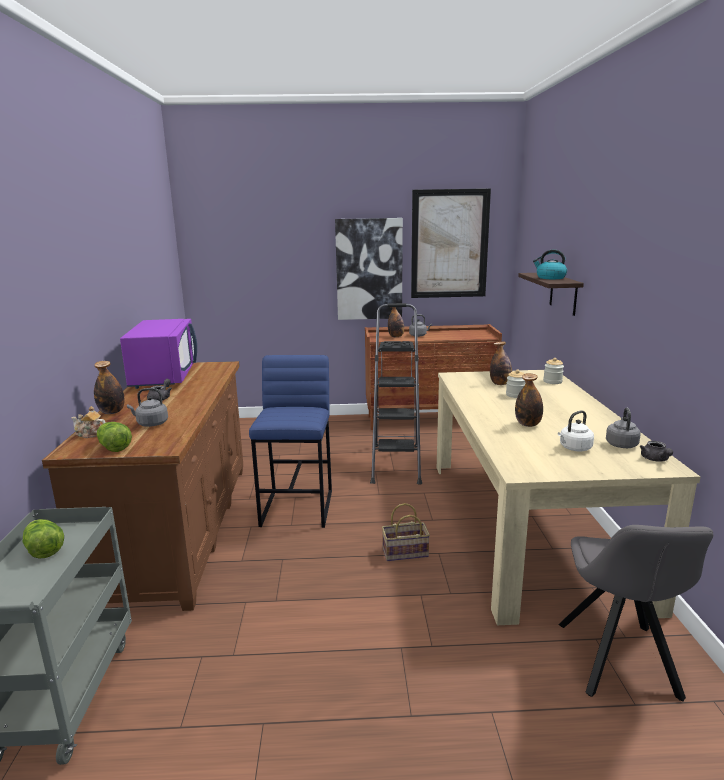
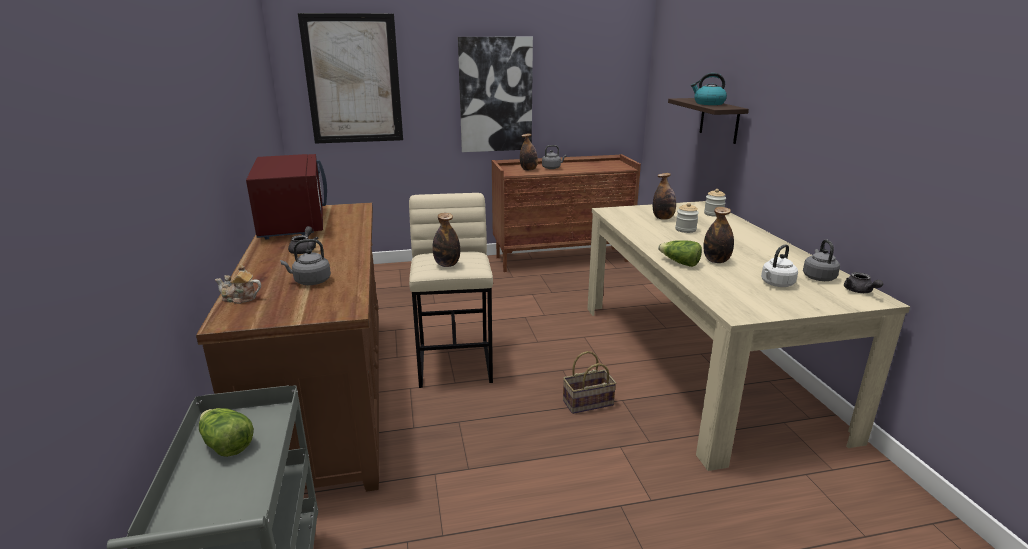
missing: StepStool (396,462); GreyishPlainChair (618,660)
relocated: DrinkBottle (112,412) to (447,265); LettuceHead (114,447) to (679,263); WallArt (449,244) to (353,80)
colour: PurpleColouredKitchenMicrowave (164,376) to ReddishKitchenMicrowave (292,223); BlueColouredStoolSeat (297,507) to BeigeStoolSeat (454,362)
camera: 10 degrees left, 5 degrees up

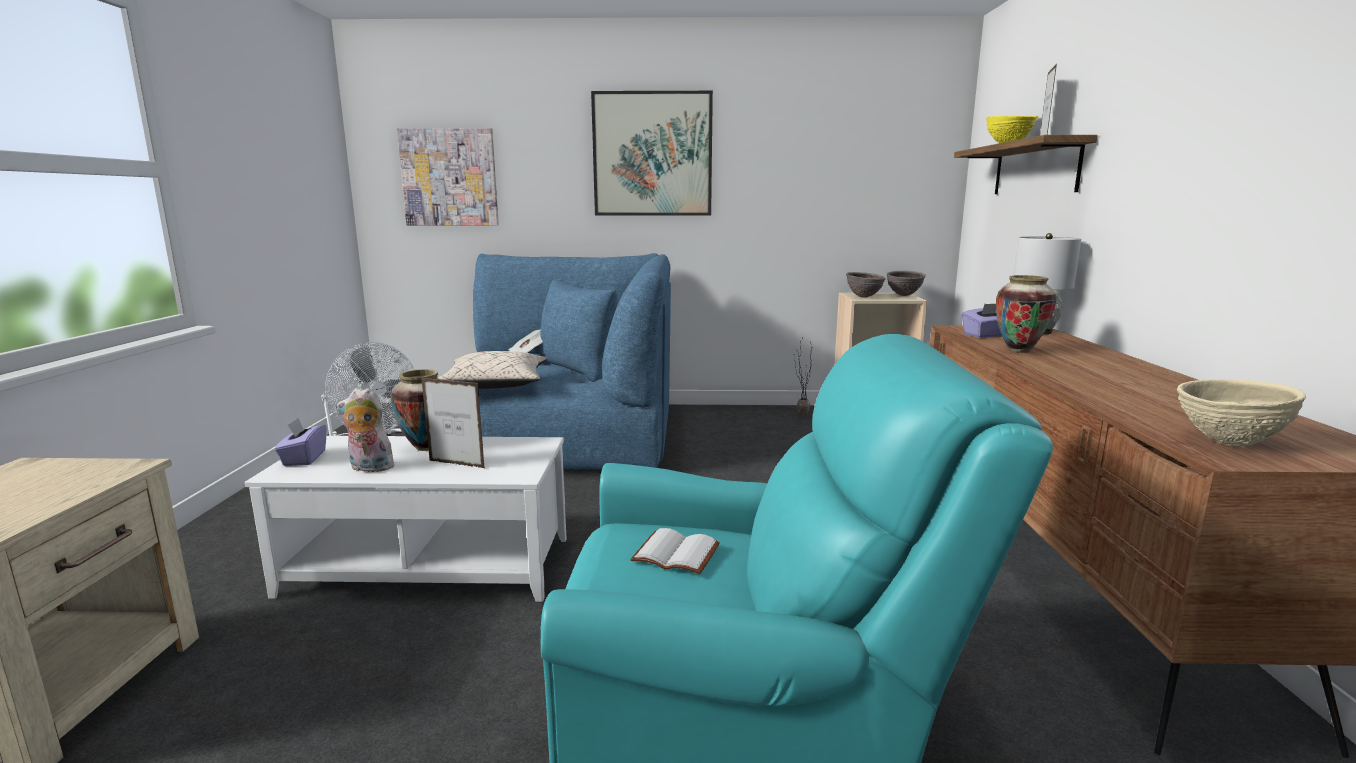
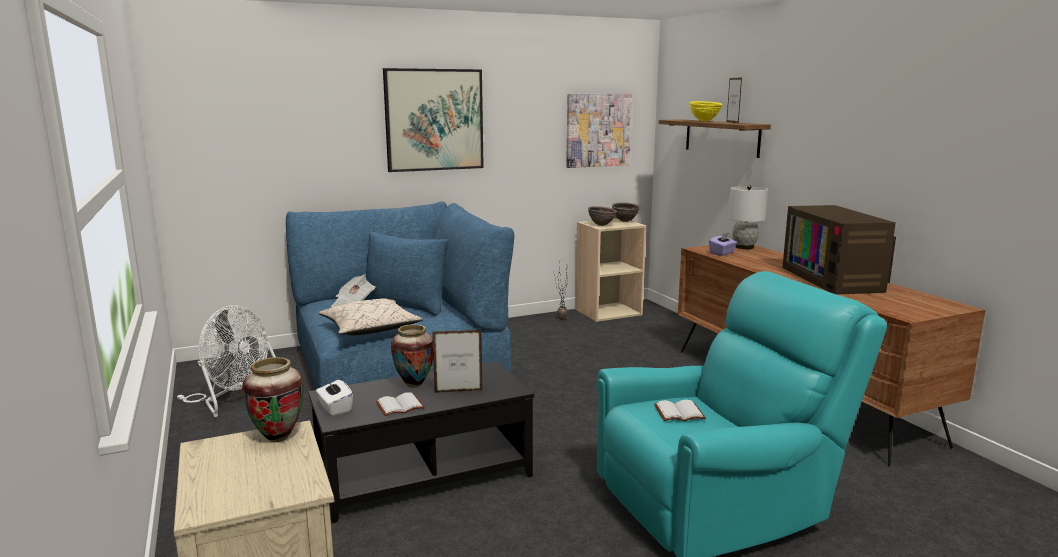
missing: BeigeServingBowl (1228,443)
appeared: TvSet (834,279)
relocated: WallArt (449,177) to (598,130); Vase (1019,350) to (278,437)
exchanged: CuddlyToy (369,468) to WhiteBoundBook (400,405)
colour: WhiteLowTable (430,565) to BlackLowTable (424,474); PurpleColouredTissueHolder (304,458) to WhiteTissueHolder (335,409)
camera: 25 degrees left, 0 degrees up

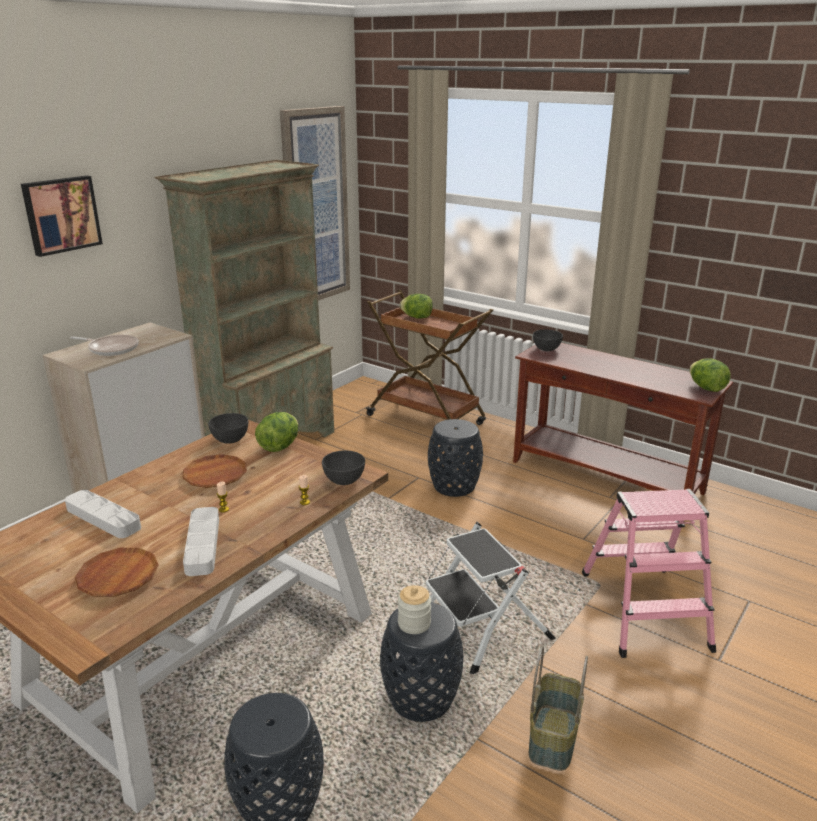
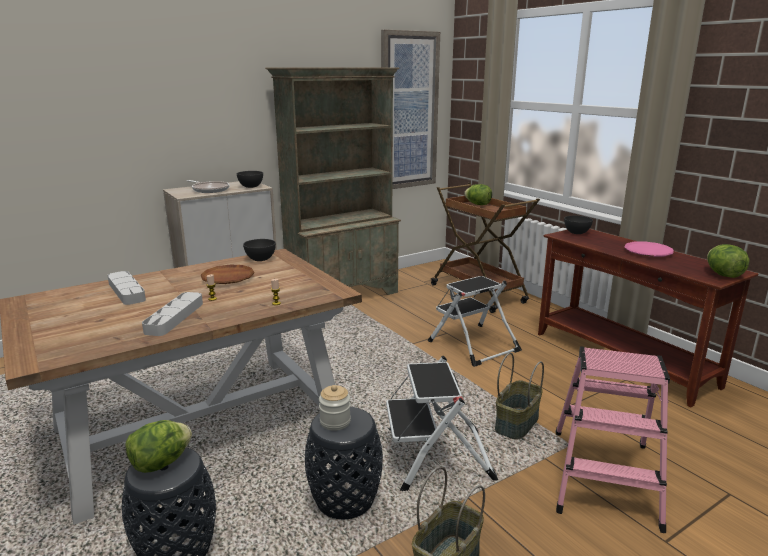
missing: WallArt (61,214); BrownColouredDinnerPlate (118,577)
appeared: Basket (516,423); PinkColouredDinnerPlate (648,252)
relocated: LettuceHead (279,446) to (161,463); GreyishServingBowl (344,480) to (251,186)
exchanged: BlackStoolSeat (454,486) to StepStool (473,344)
camera: 20 degrees right, 5 degrees down

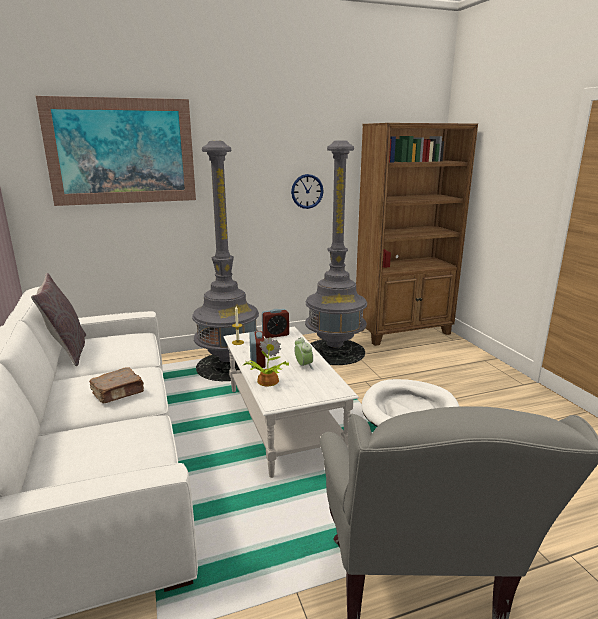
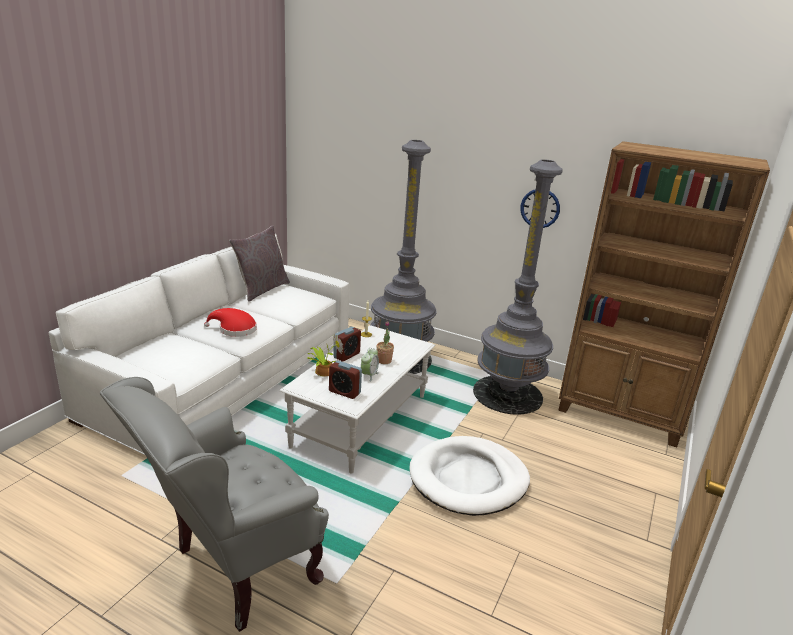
missing: WallArt (122,152)
appeared: PlantInAPot (384,361)
relocated: BedsideClock (275,335) to (344,392)
exchanged: BrownColouredBoundBook (118,393) to ReddishHat (234,329)
camera: 45 degrees right, 5 degrees up

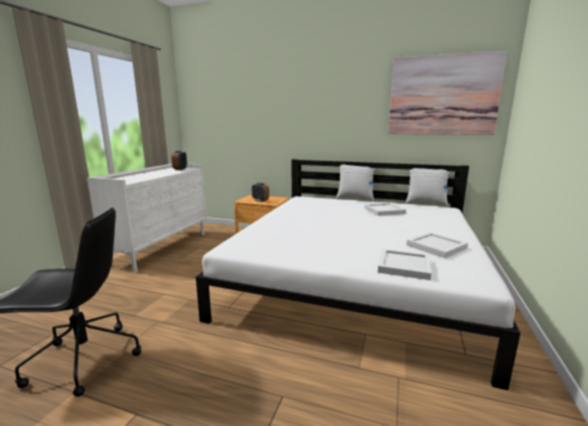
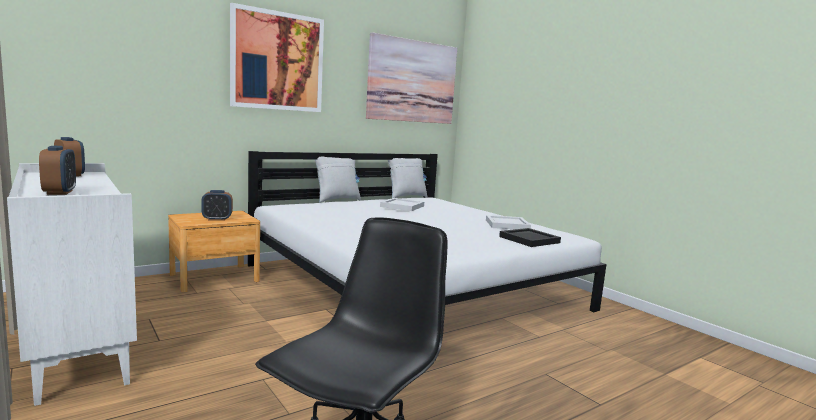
appeared: BedsideClock (60,192); WallArt (277,61)
colour: WhiteTray (405,266) to BlackTray (529,239)
camera: 55 degrees left, 5 degrees down

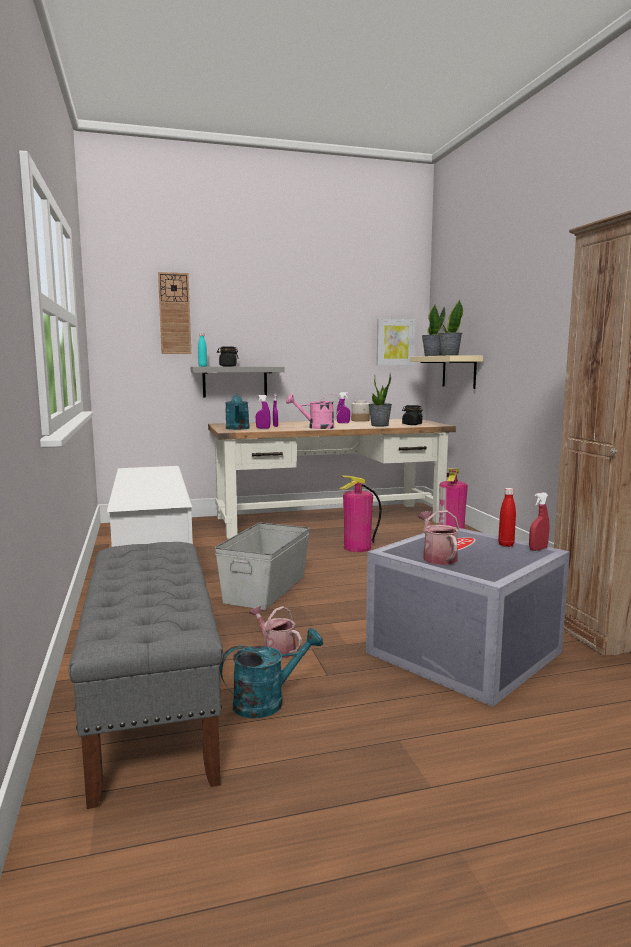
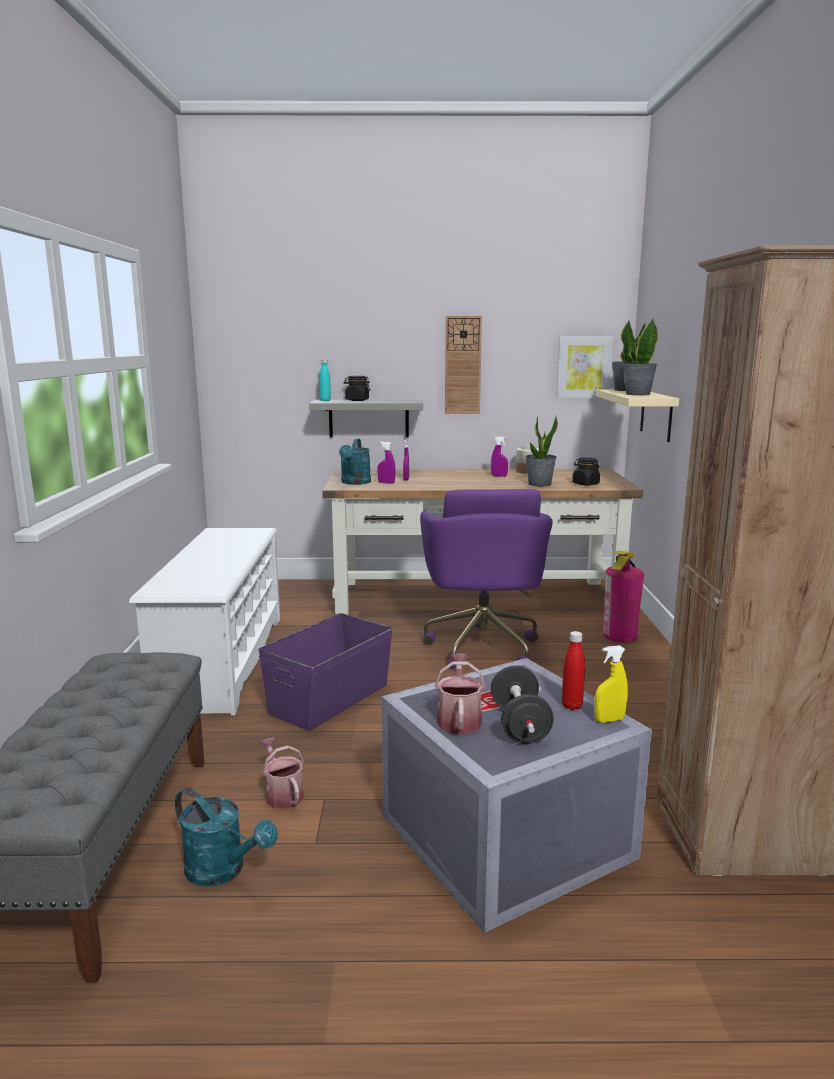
missing: PinkColouredWateringPot (316,427)
appeared: BlackDumbbell (519,725)
relocated: HangingClock (174,313) to (462,365)
exchanged: FireExtinguisher (357,548) to PurpleColouredComputerChair (481,646)
colour: GreyishStorageContainer (266,588) to PurpleColouredStorageContainer (331,698); ReddishHandSprayer (538,549) to YellowishHandSprayer (609,720)
spun: TurquoiseWateringPot (267,701) = (223,871) 45 degrees clockwise
camera: 15 degrees right, 5 degrees up

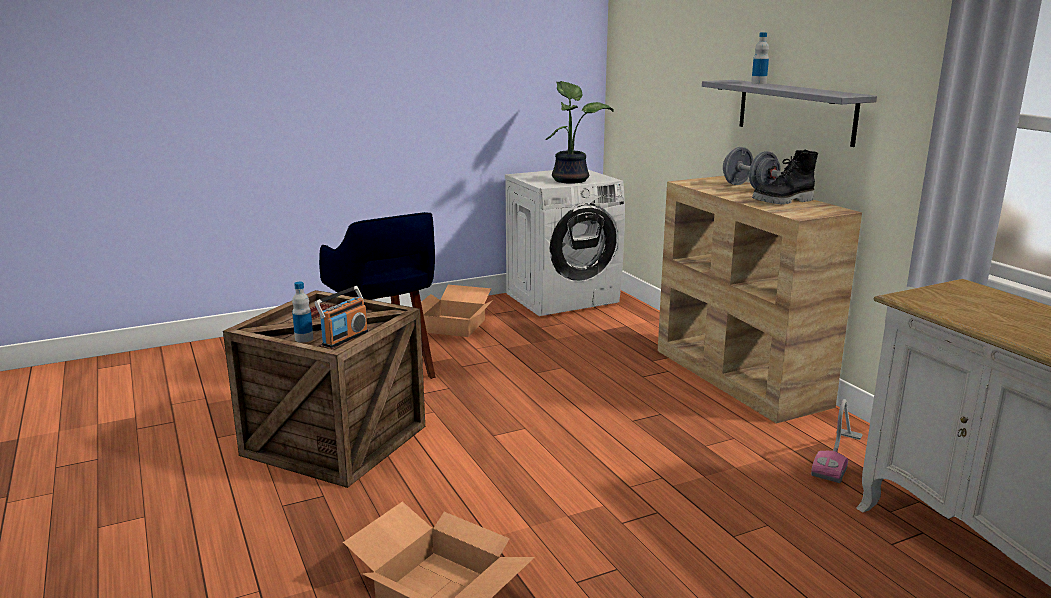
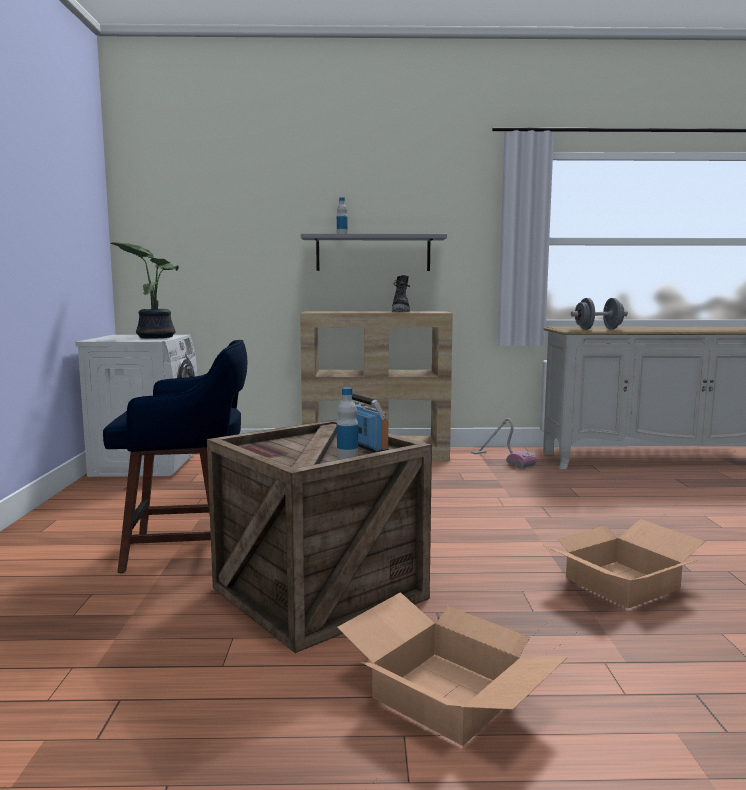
relocated: Carton (453,325) to (443,695); GreyishDumbbell (749,187) to (598,329)
camera: 65 degrees left, 10 degrees down

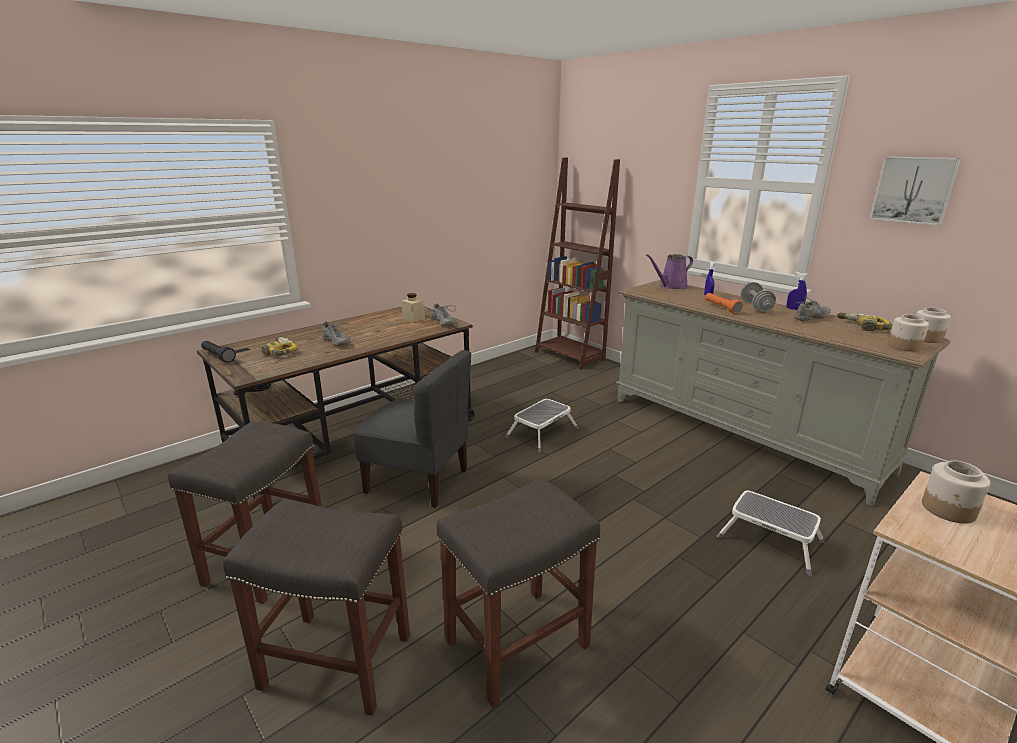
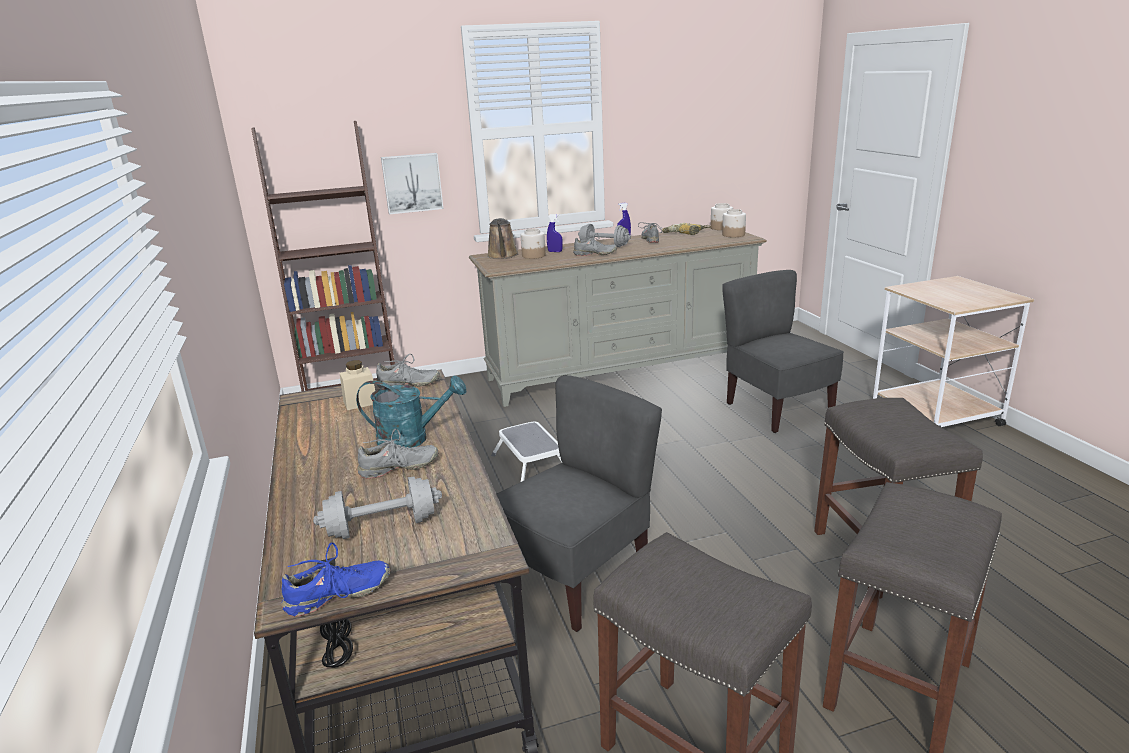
appeared: TurquoiseWateringPot (412,439)
relocated: WallArt (914,190) to (412,183); StorageJar (948,510) to (534,256)
exchanged: BlackTorch (218,356) to BlueColouredShoe (338,596); PowerDrill (276,351) to GreyishDumbbell (382,526); OrangeyTorch (721,308) to GreyishShoe (595,254); GreyishStepStool (769,539) to GreyishPlainChair (777,409)
colour: PurpleColouredWateringPot (671,286) to BrownColouredWateringPot (503,256)
camera: 65 degrees left, 0 degrees up

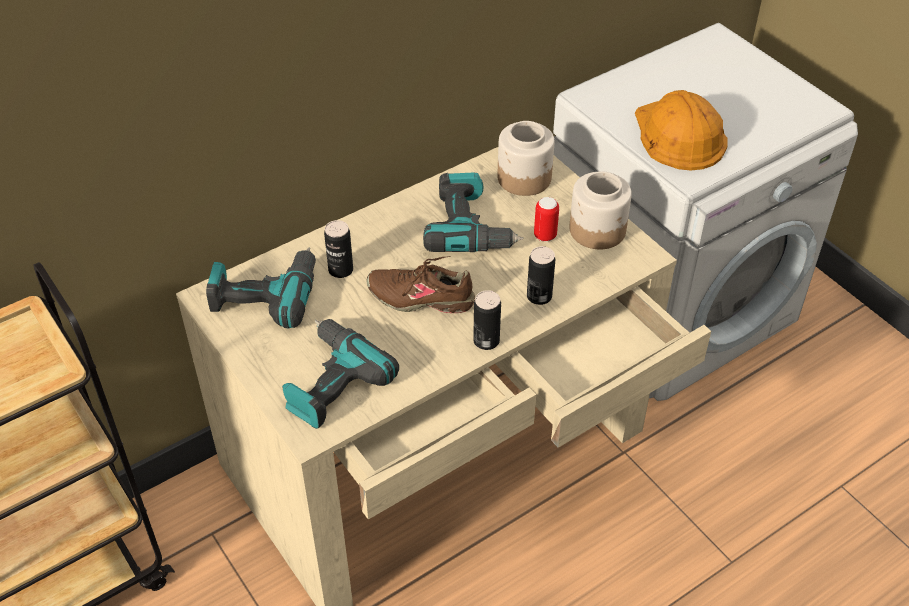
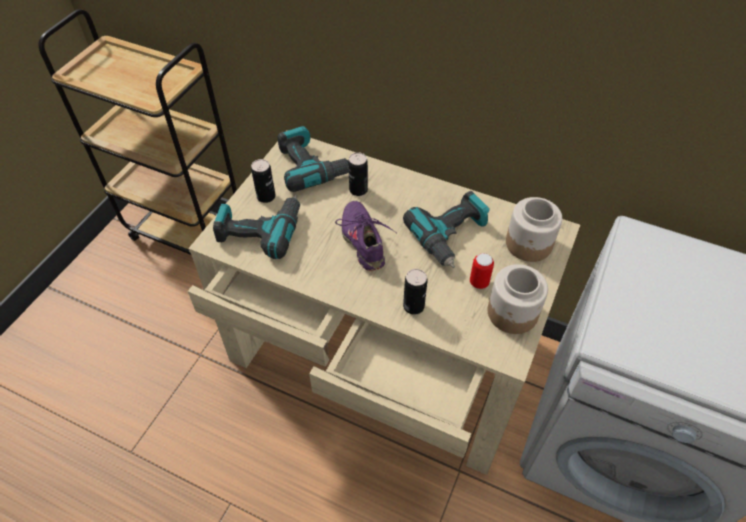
missing: OrangeySafetyHelmet (678,135)
relocated: SealedCan (486,341) to (266,196)
colour: BrownColouredShoe (421,297) to PurpleColouredShoe (364,240)
camera: 60 degrees right, 5 degrees up

